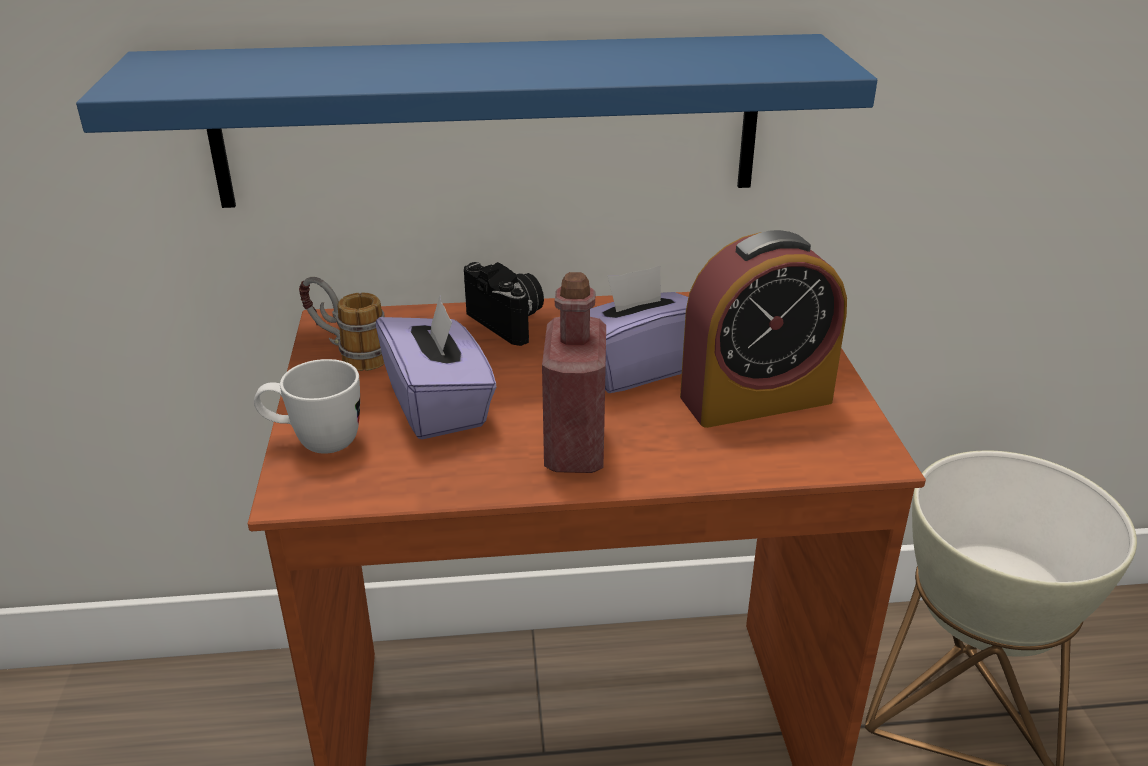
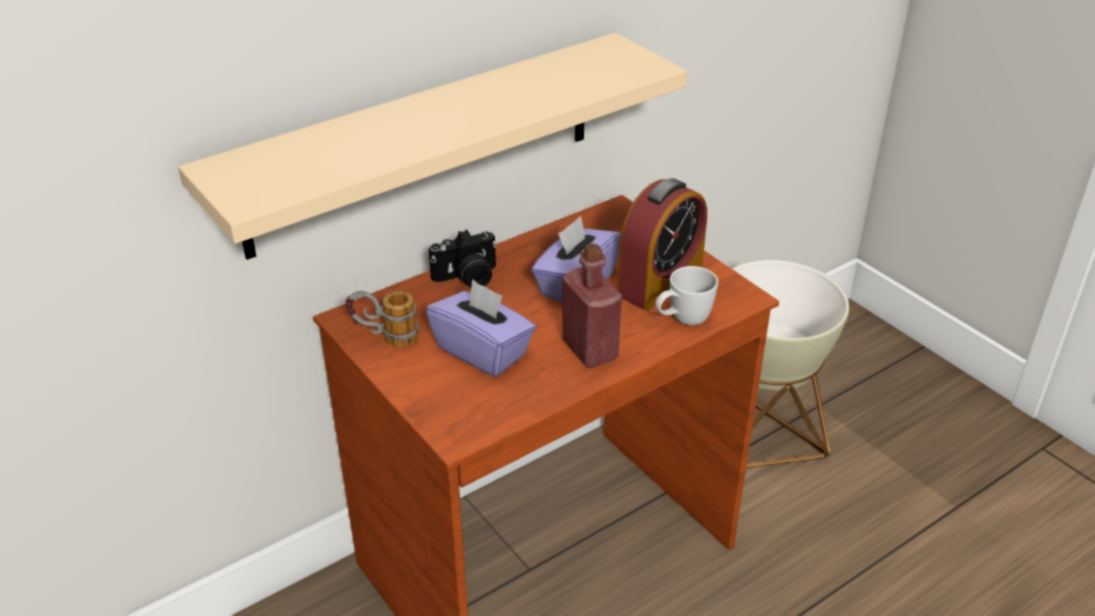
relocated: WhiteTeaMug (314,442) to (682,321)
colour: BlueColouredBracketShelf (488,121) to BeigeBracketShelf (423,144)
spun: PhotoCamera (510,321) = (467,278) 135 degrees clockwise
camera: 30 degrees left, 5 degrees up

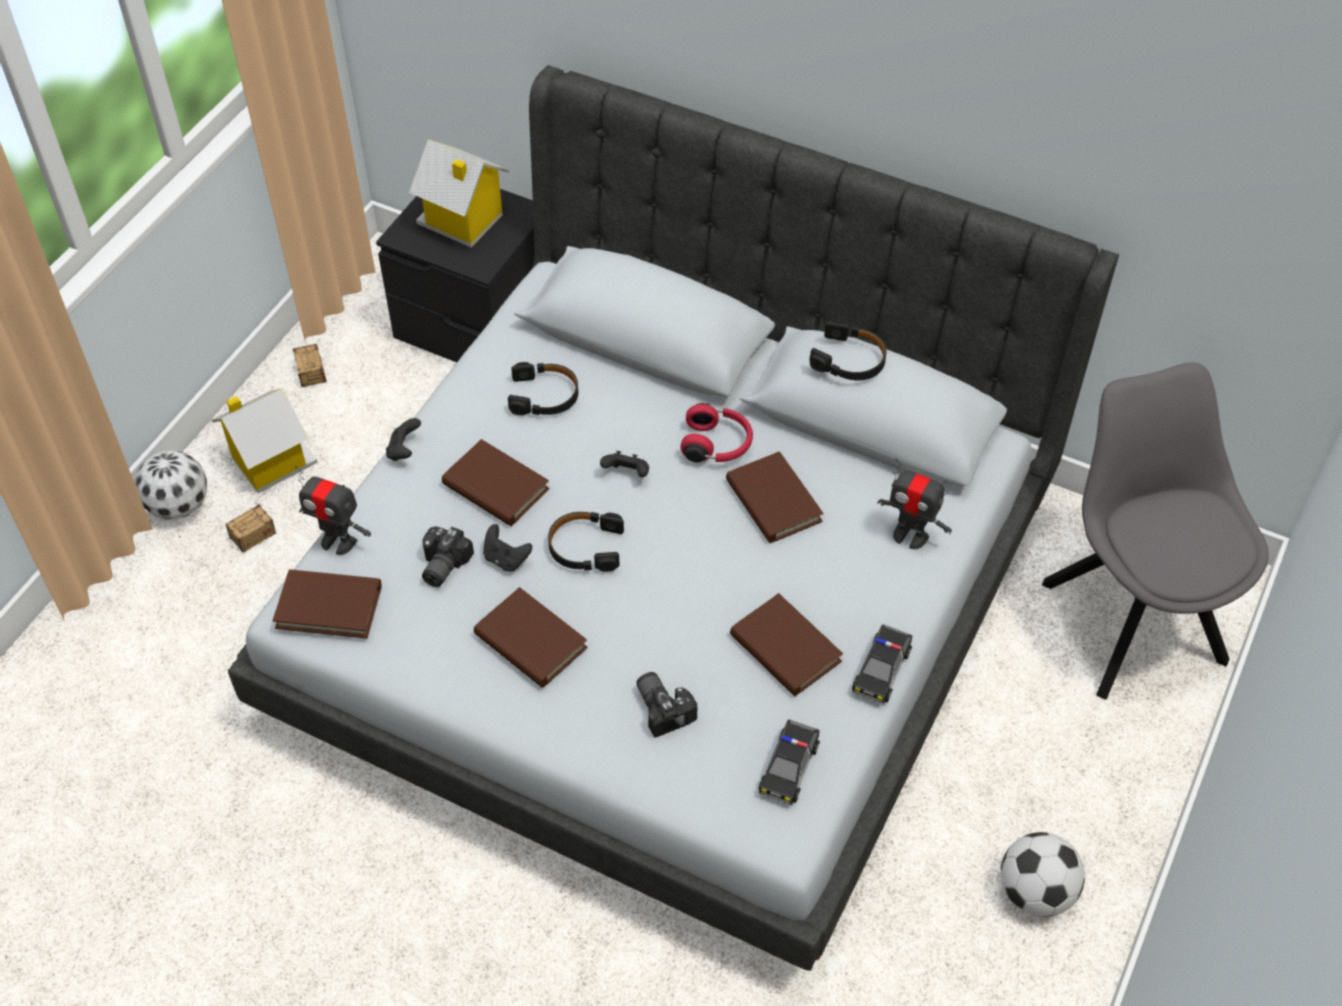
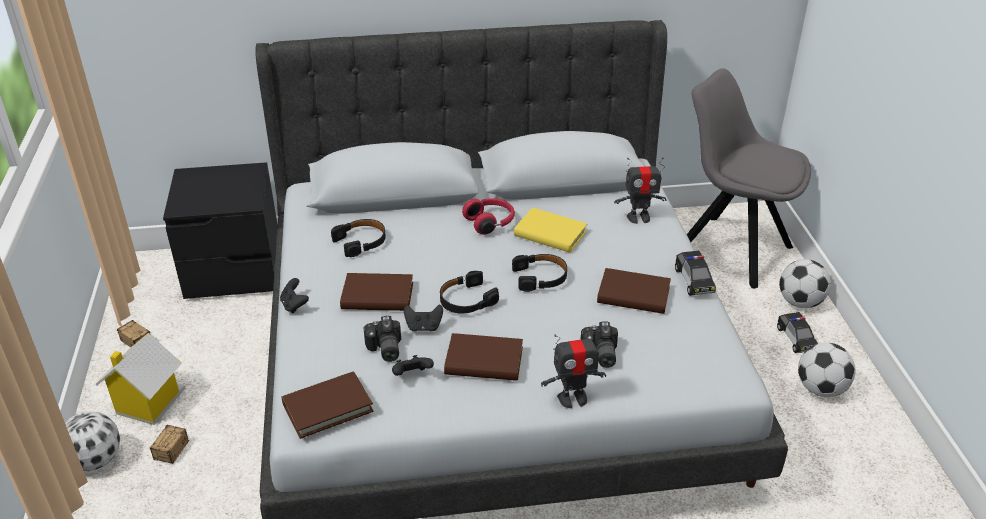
missing: ModelHouse (462,221)
appeared: BallForFootball (800,302)
relocated: RobotFigure (338,541) to (572,398); BlackGamepad (627,474) to (412,375); ModelCar (789,768) to (796,339); BlackPairOfHeadphones (849,360) to (540,277)
colour: BrownColouredBoundBook (773,501) to YellowishBoundBook (550,234)
spun: PhotoCamera (664,707) = (599,354) 120 degrees counterclockwise
camera: 35 degrees left, 15 degrees down

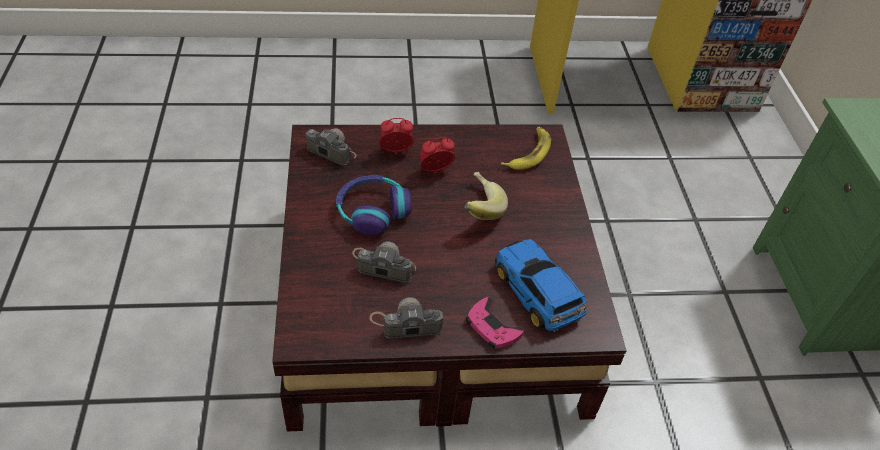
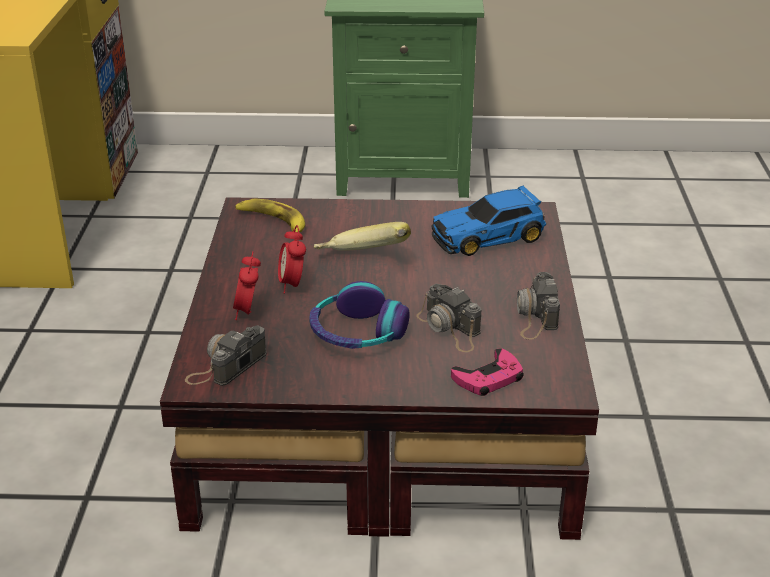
relocated: PinkColouredGamepad (492,327) to (489,378)
spun: PhotoCamera (382,265) = (450,328) 60 degrees counterclockwise
camera: 80 degrees left, 15 degrees down

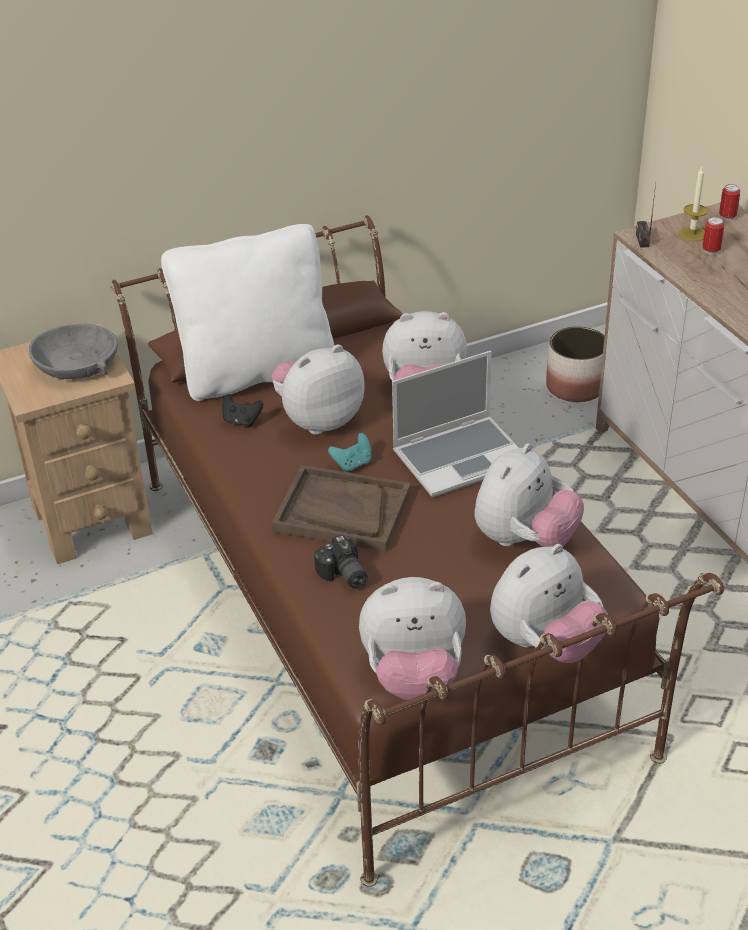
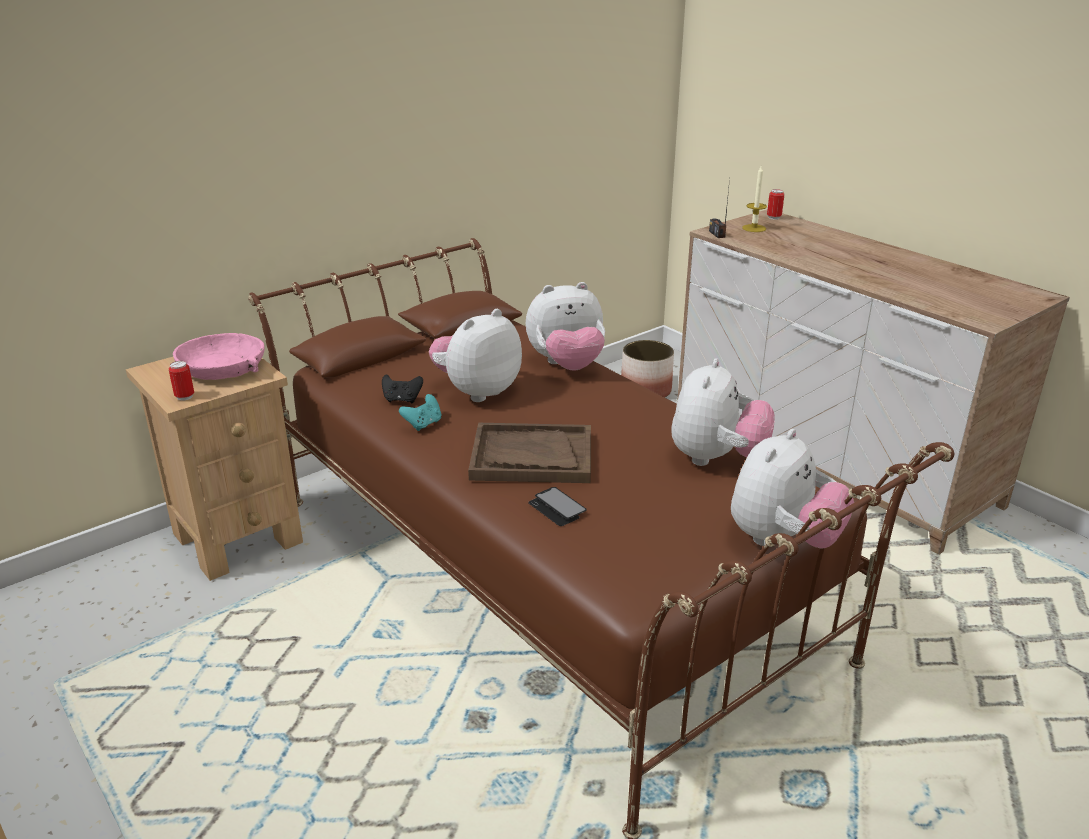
missing: WhiteCushion (257,372); CuddlyToy (414,676); Laptop (461,457)
relocated: TurquoiseGamepad (352,464) to (423,424); SealedCan (711,250) to (184,397)
exchanged: PhotoCamera (343,576) to Telephone (557,508)
colour: GreyishServingBowl (77,364) to PinkColouredServingBowl (223,369)
camera: 15 degrees left, 10 degrees down

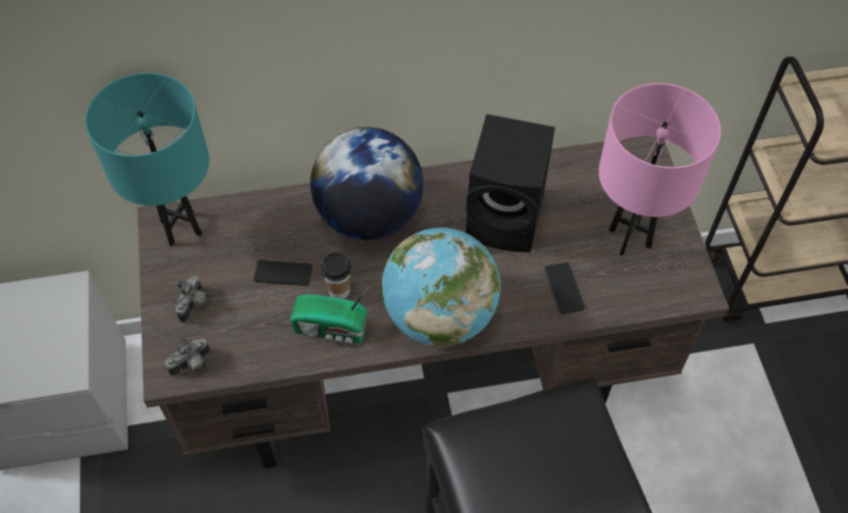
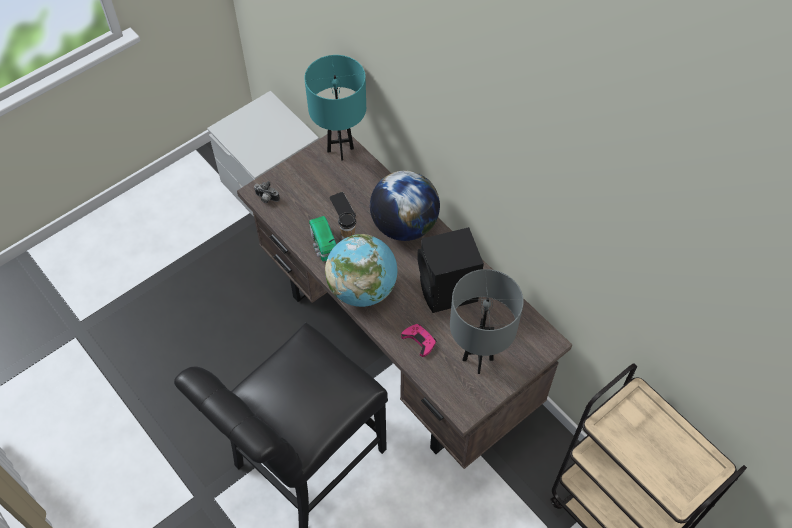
missing: PhotoCamera (195,305)
exchanged: Telephone (564,288) to PinkColouredGamepad (419,340)
colour: PinkColouredTabletopLamp (629,238) to GreyishTabletopLamp (478,359)
camera: 60 degrees right, 0 degrees up

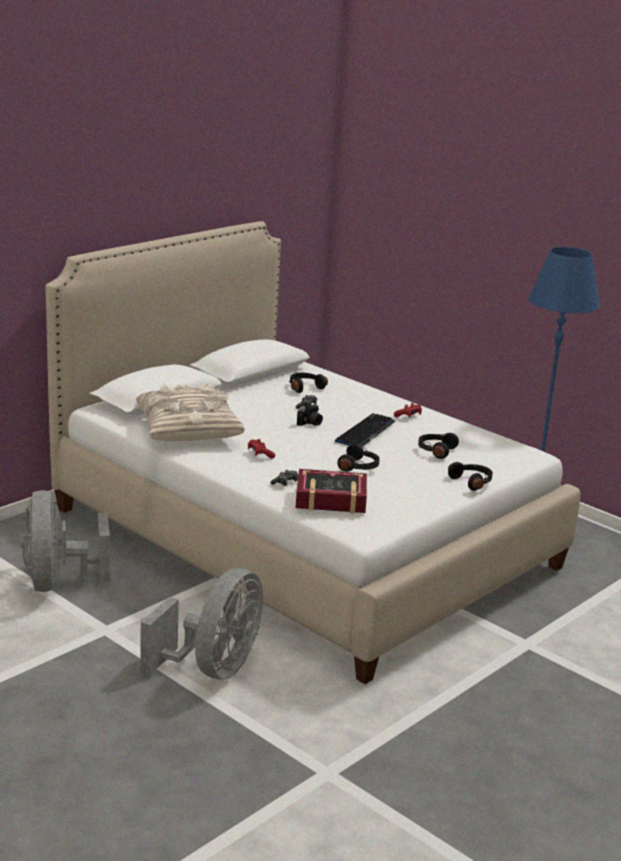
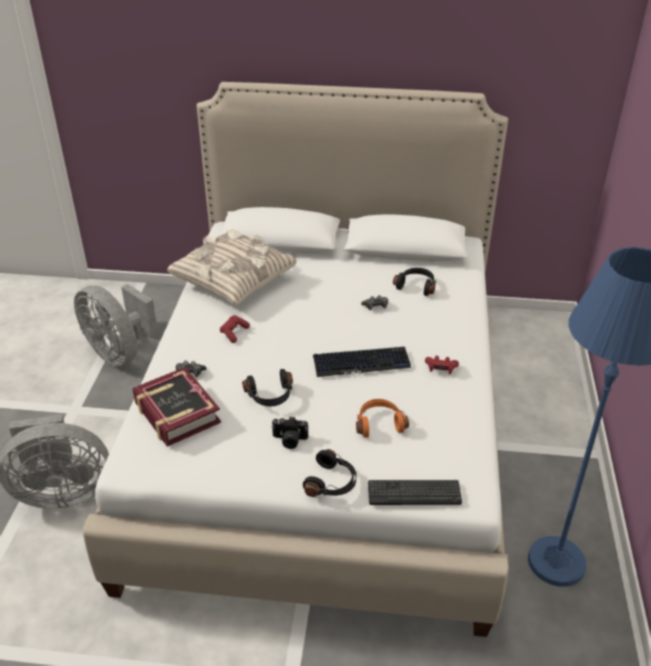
appeared: ComputerKeyboard (414,493)
relocated: PhotoCamera (310,423) to (289,440)
colour: BlackPairOfHeadphones (435,450) to OrangeyPairOfHeadphones (379,423)
spun: GreyishElectricFan (57,582) = (120,353) 90 degrees counterclockwise
camera: 55 degrees right, 15 degrees up

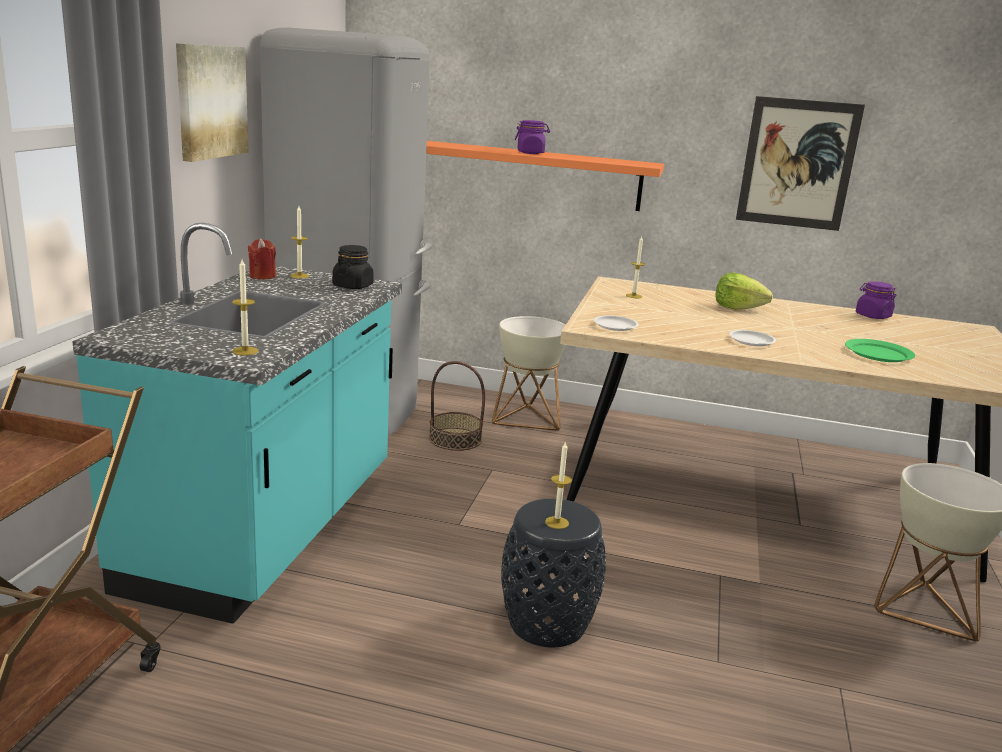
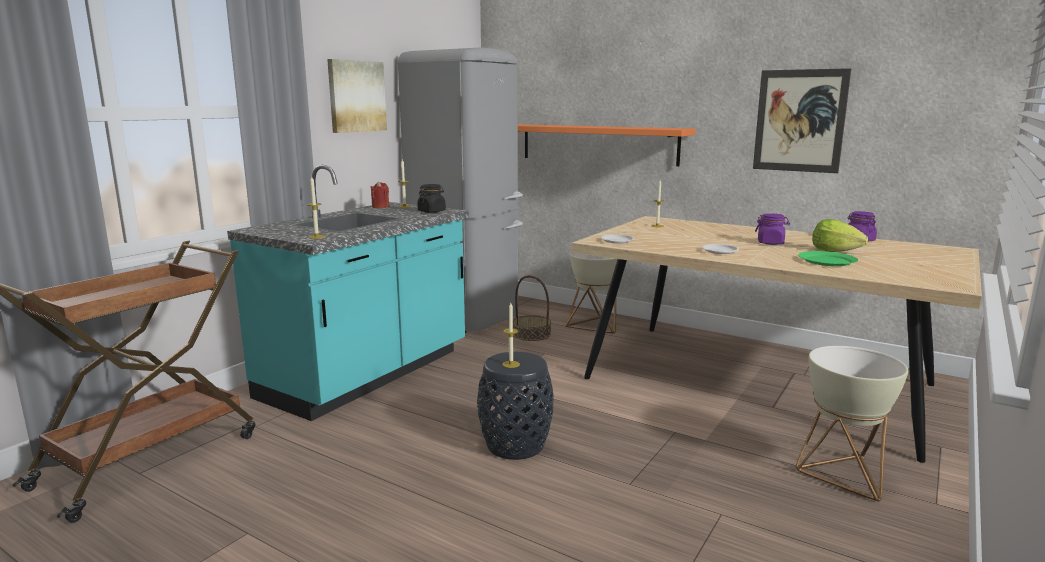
relocated: PurpleColouredStorageJar (530,153) to (770,243); LettuceHead (737,308) to (834,251)
camera: 20 degrees right, 5 degrees down

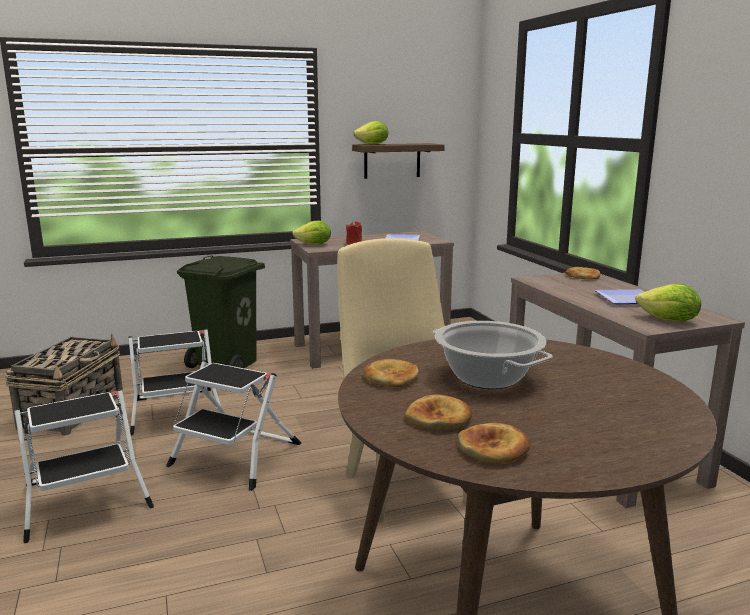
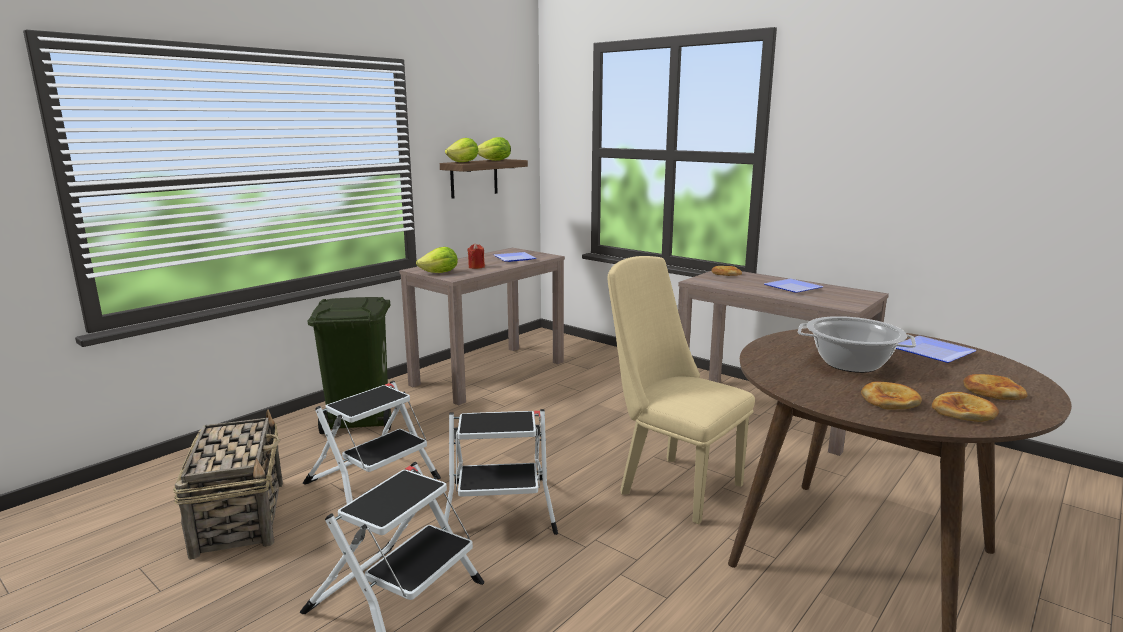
appeared: DinnerPlate (935,352)
relocated: BakeryBread (391,377) to (992,391); LettuceHead (669,321) to (495,160)
camera: 30 degrees left, 0 degrees up

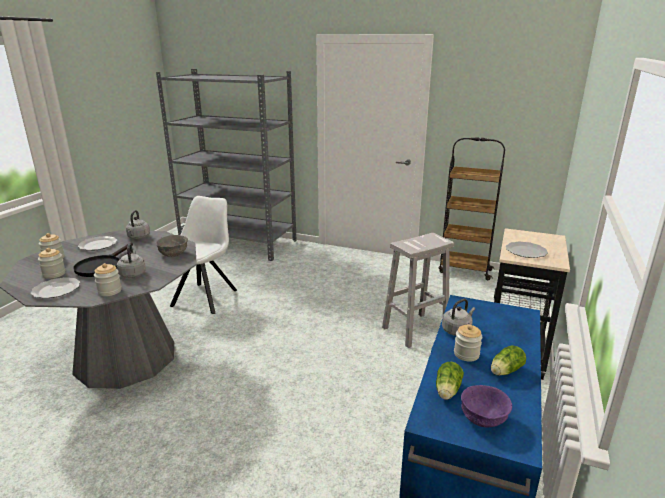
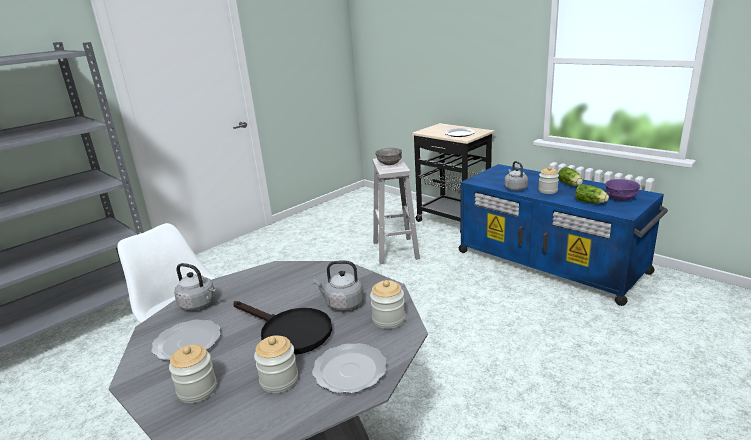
missing: BrownColouredTrolley (464,271)
relocated: GreyishServingBowl (174,254) to (389,163)
camera: 65 degrees left, 0 degrees up

